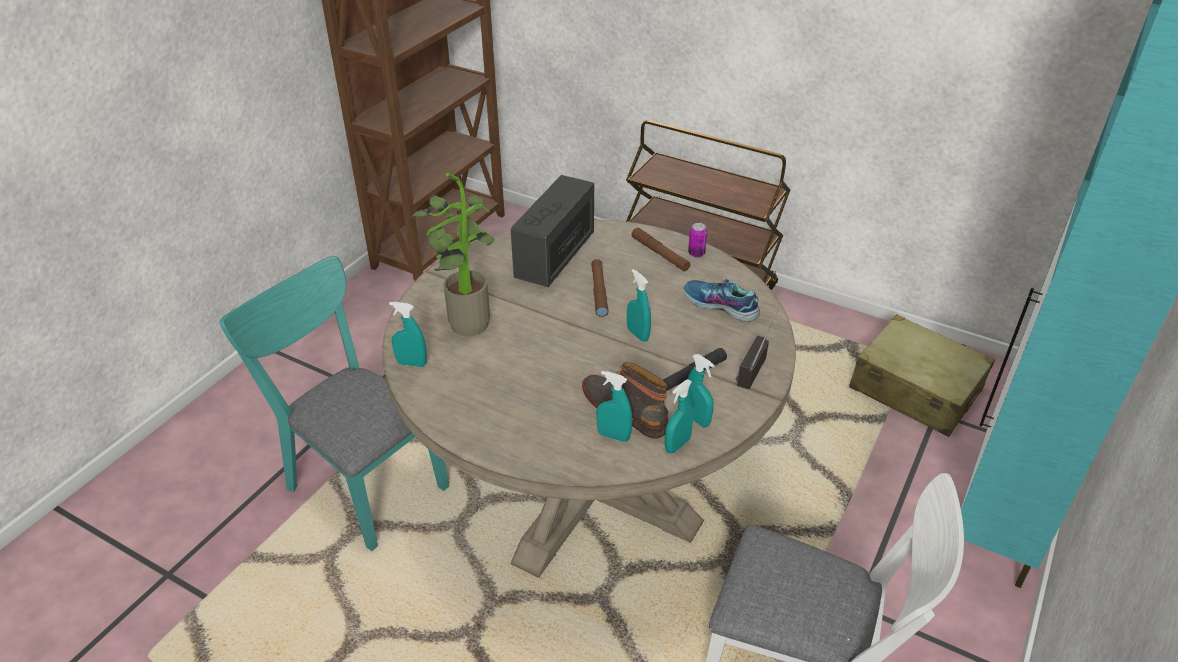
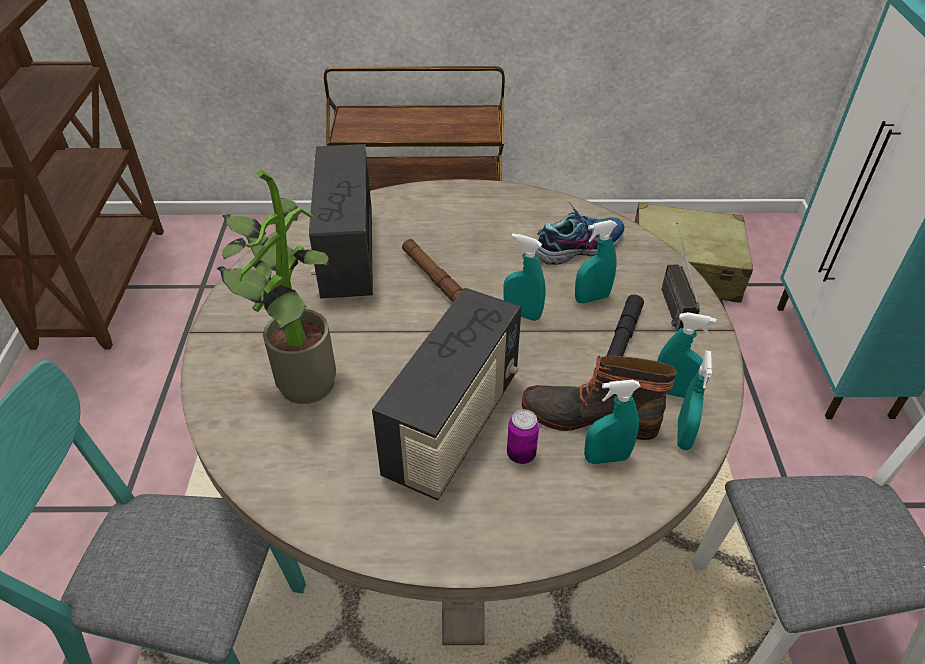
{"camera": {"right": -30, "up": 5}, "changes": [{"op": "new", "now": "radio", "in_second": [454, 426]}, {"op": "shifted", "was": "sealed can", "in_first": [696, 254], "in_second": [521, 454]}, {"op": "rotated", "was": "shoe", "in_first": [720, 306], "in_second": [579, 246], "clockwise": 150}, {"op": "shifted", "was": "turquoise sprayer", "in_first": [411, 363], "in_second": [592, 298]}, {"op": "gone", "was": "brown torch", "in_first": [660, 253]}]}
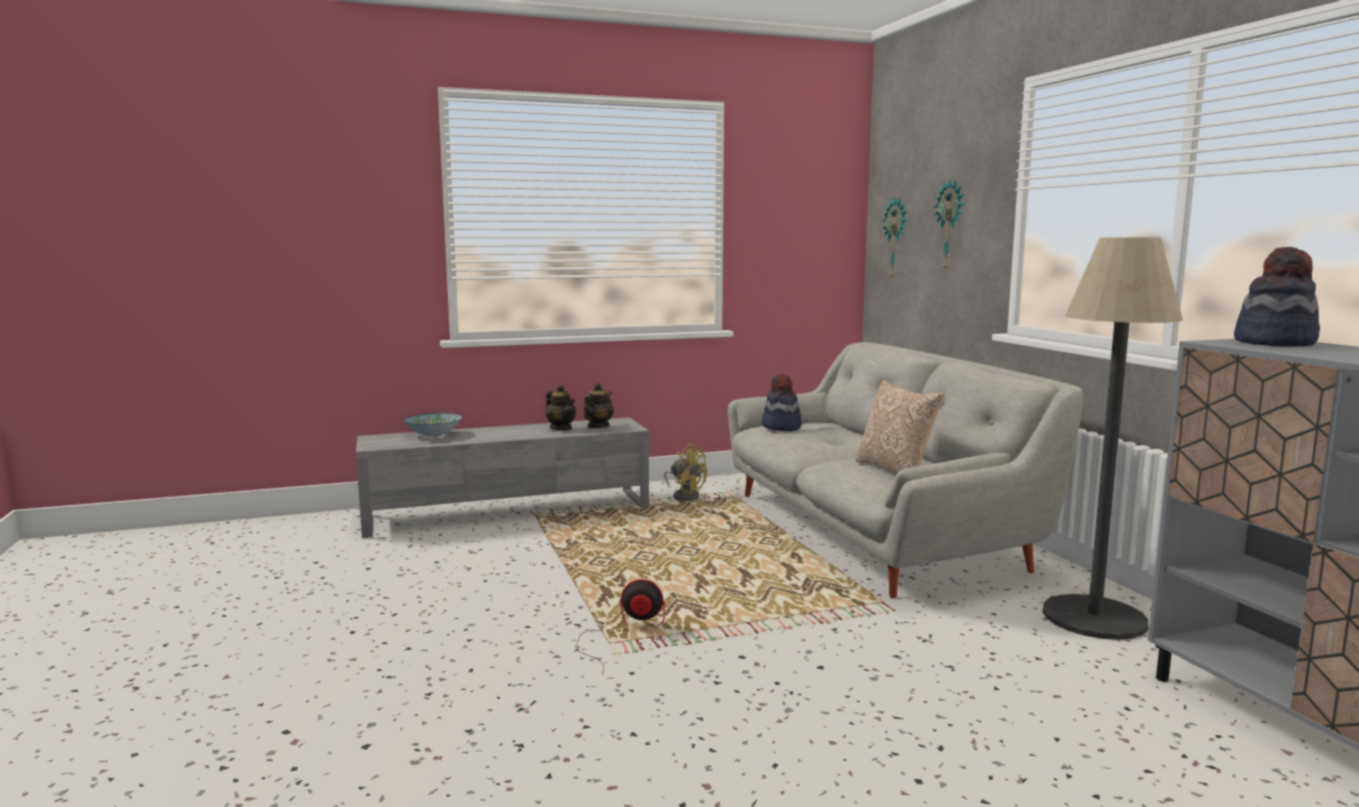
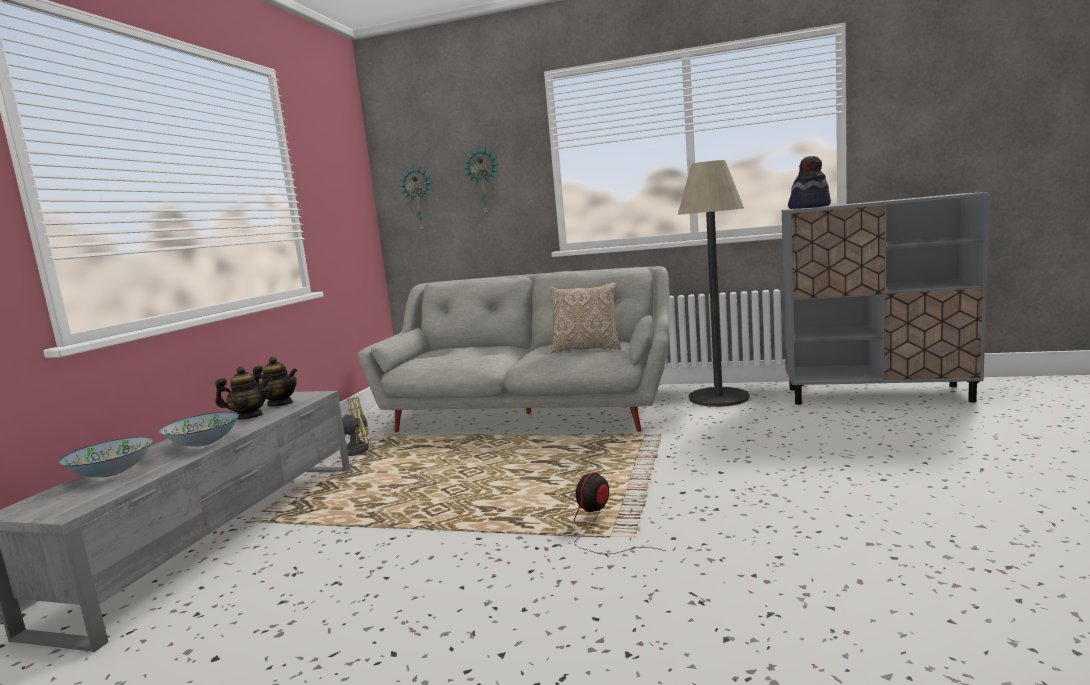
{"camera": {"right": -55, "up": 0}, "changes": [{"op": "new", "now": "bowl", "in_second": [204, 443]}, {"op": "rotated", "was": "tea pot", "in_first": [598, 426], "in_second": [280, 404], "clockwise": 135}, {"op": "gone", "was": "clothing hat", "in_first": [781, 427]}]}
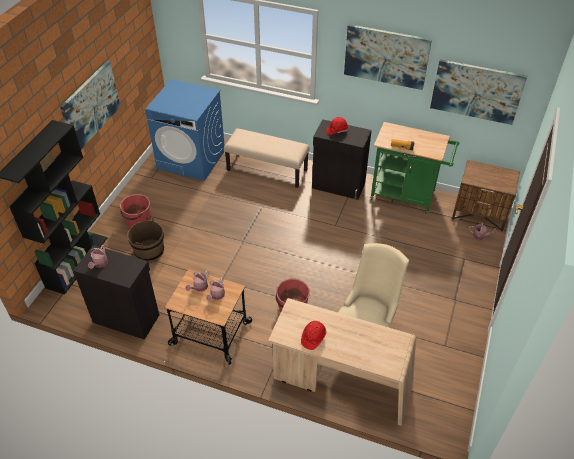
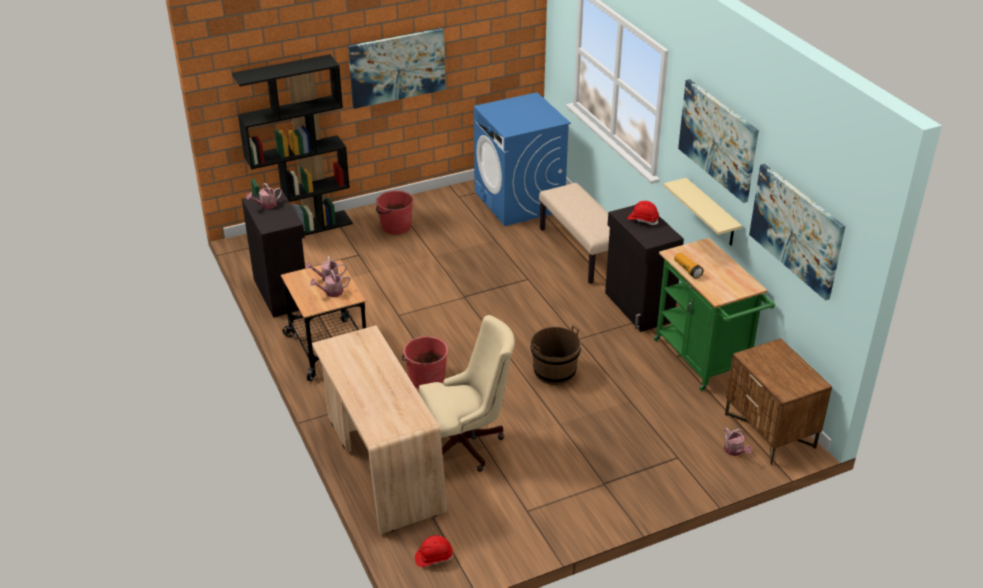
{"camera": {"right": 45, "up": -10}, "changes": [{"op": "shifted", "was": "red-coloured safety helmet", "in_first": [313, 338], "in_second": [433, 557]}, {"op": "shifted", "was": "brown water bucket", "in_first": [149, 251], "in_second": [554, 371]}, {"op": "new", "now": "beige-coloured bracket shelf", "in_second": [711, 213]}]}
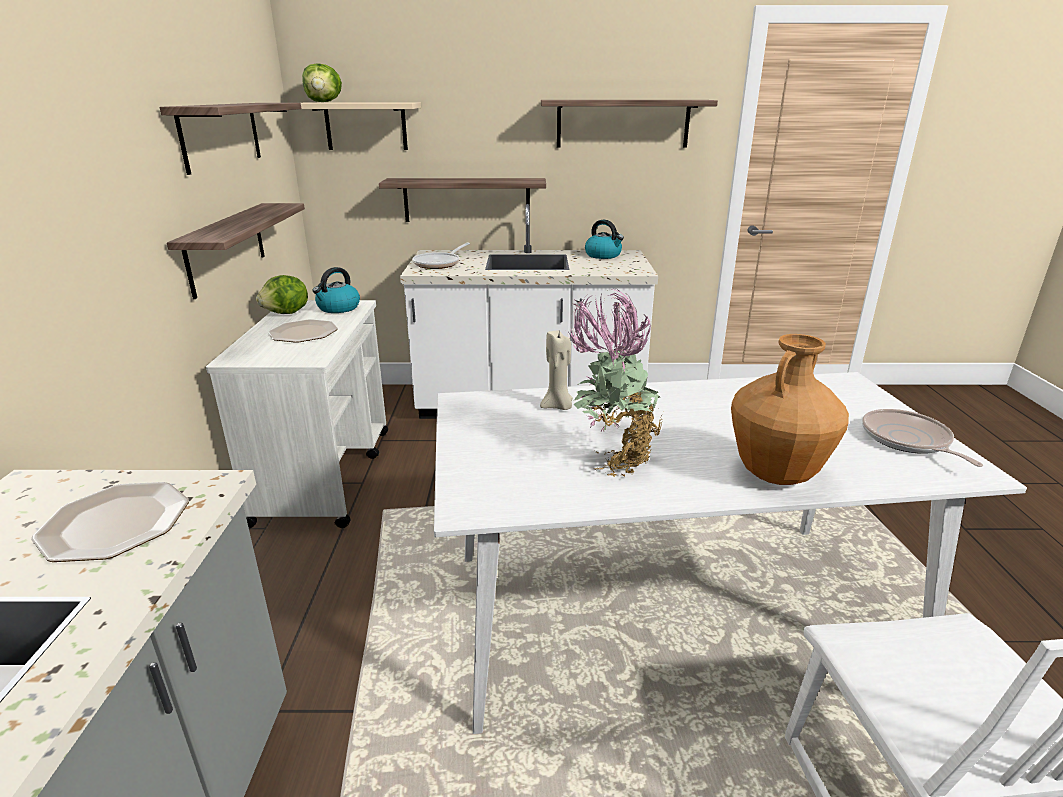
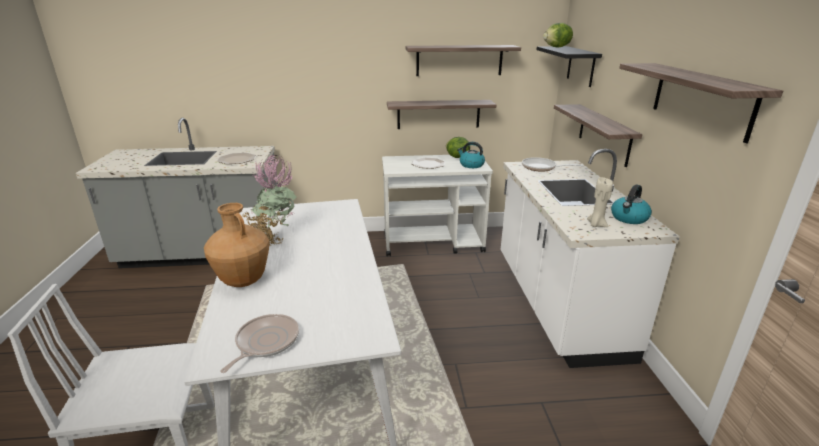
{"camera": {"right": 85, "up": 0}, "changes": [{"op": "rotated", "was": "pan", "in_first": [908, 440], "in_second": [265, 342], "clockwise": -45}, {"op": "repainted", "was": "beige-coloured bracket shelf", "now": "black bracket shelf", "in_first": [366, 126], "in_second": [581, 66]}, {"op": "shifted", "was": "beige-coloured wax candle", "in_first": [558, 406], "in_second": [596, 225]}]}
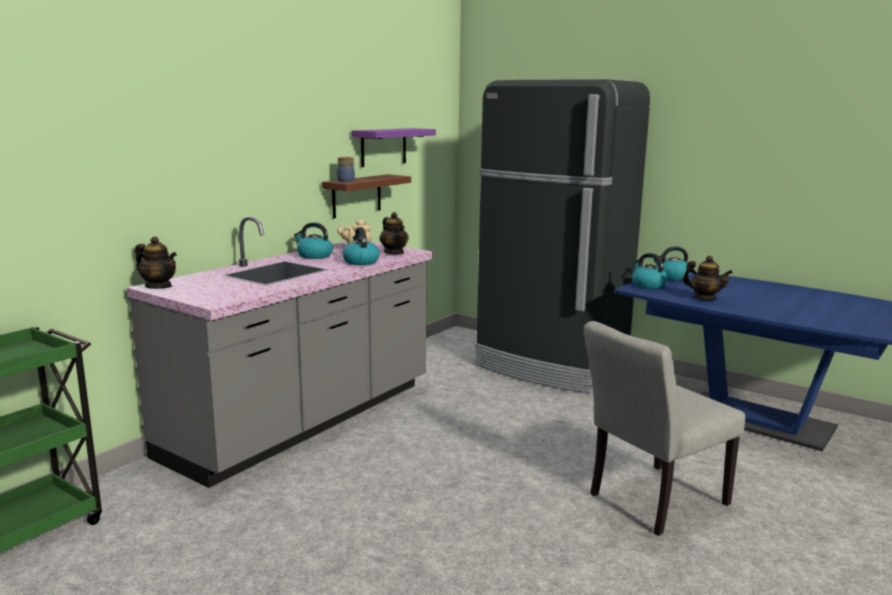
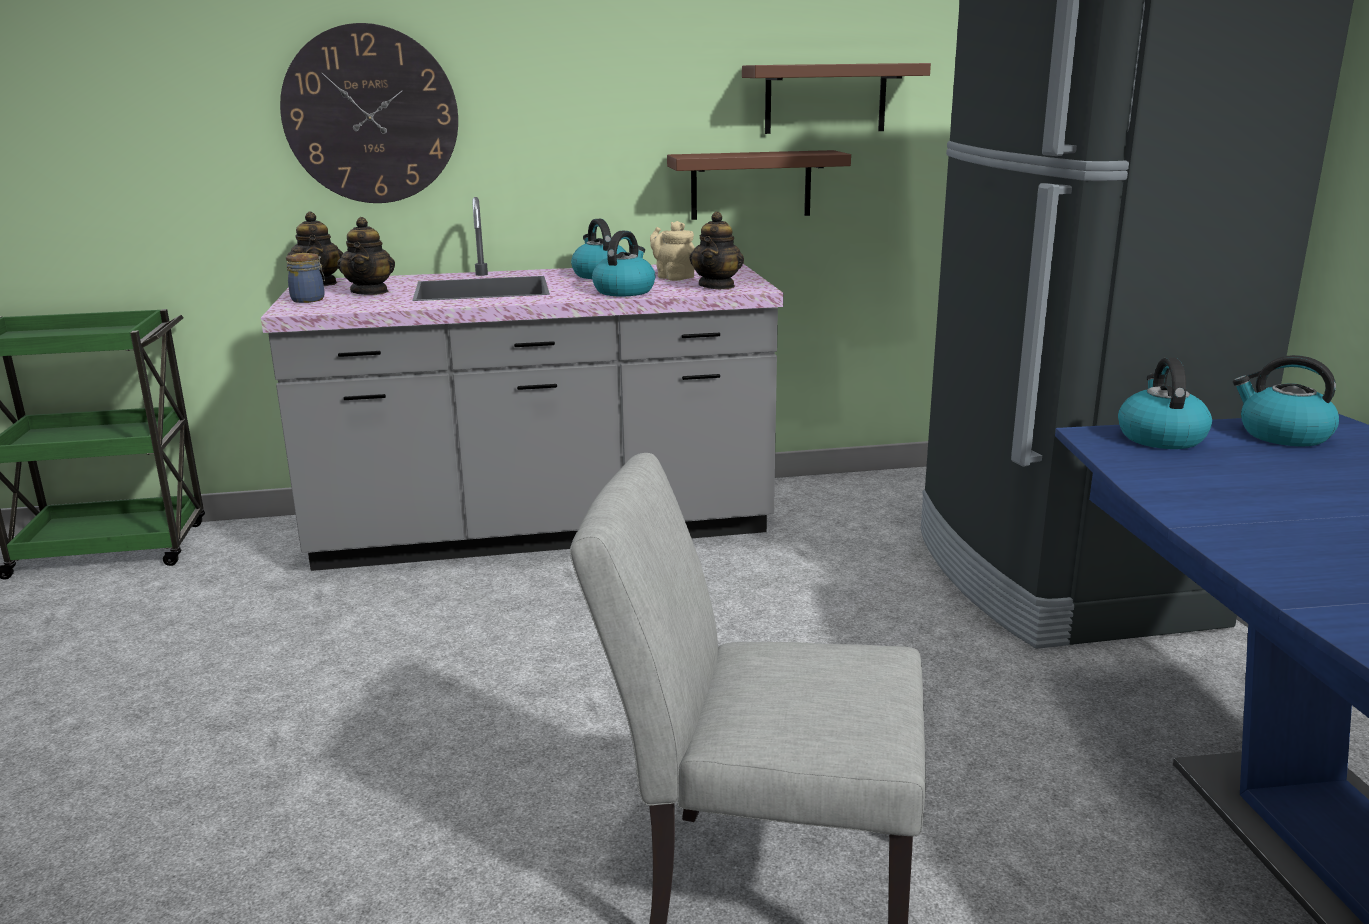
{"camera": {"right": 45, "up": 5}, "changes": [{"op": "new", "now": "clock on the wall", "in_second": [371, 115]}, {"op": "shifted", "was": "preserve jar", "in_first": [346, 181], "in_second": [309, 299]}, {"op": "shifted", "was": "tea pot", "in_first": [704, 298], "in_second": [370, 292]}, {"op": "repainted", "was": "purple-coloured bracket shelf", "now": "brown bracket shelf", "in_first": [383, 147], "in_second": [825, 98]}]}
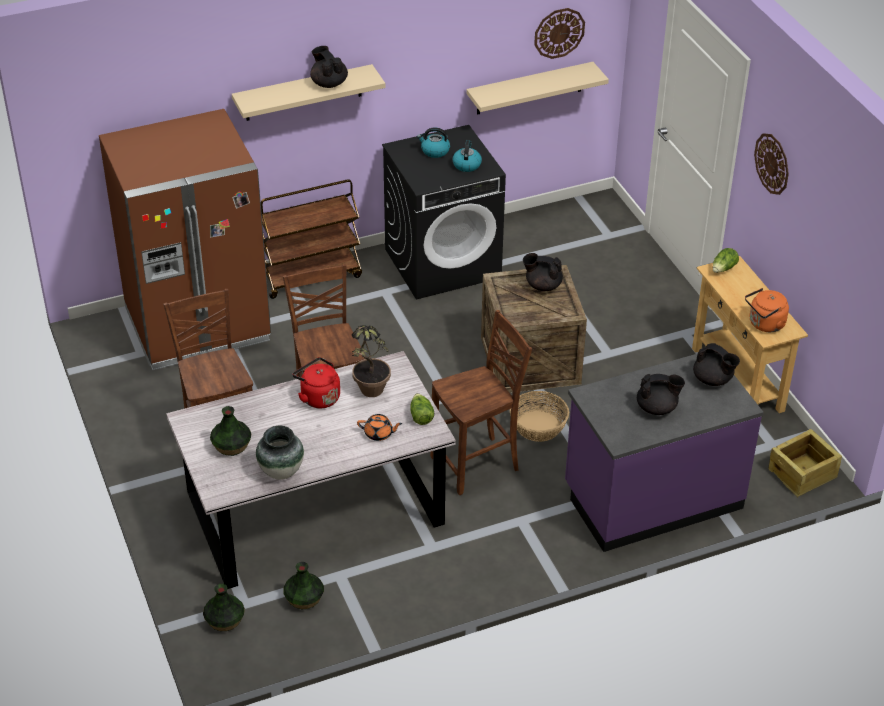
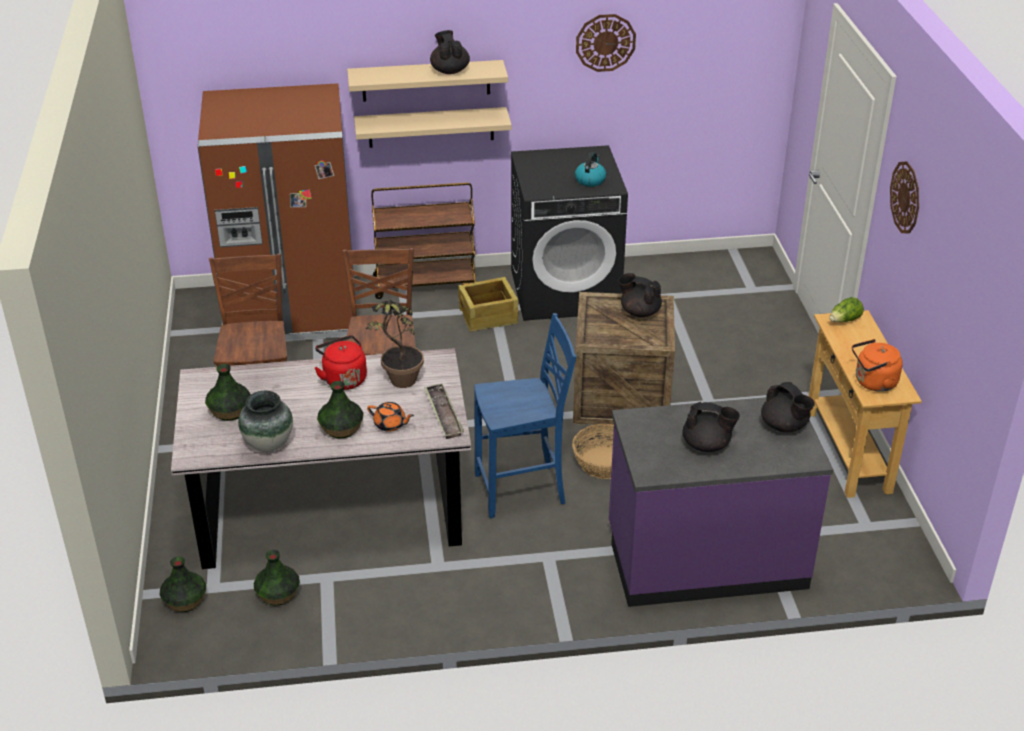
{"camera": {"right": 15, "up": -5}, "changes": [{"op": "new", "now": "decorative vase", "in_second": [341, 429]}, {"op": "shifted", "was": "beige-coloured bracket shelf", "in_first": [529, 88], "in_second": [431, 127]}, {"op": "swapped", "was": "lettuce head", "now": "tray", "in_first": [420, 416], "in_second": [443, 414]}, {"op": "shifted", "was": "packing crate", "in_first": [803, 473], "in_second": [488, 316]}, {"op": "repainted", "was": "brown plain chair", "now": "bluish plain chair", "in_first": [477, 464], "in_second": [522, 490]}, {"op": "shifted", "was": "clock on the wall", "in_first": [559, 33], "in_second": [605, 42]}, {"op": "gone", "was": "water kettle", "in_first": [434, 151]}]}
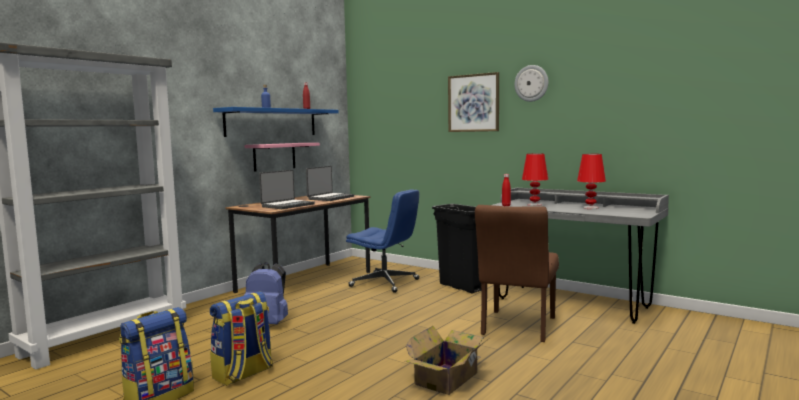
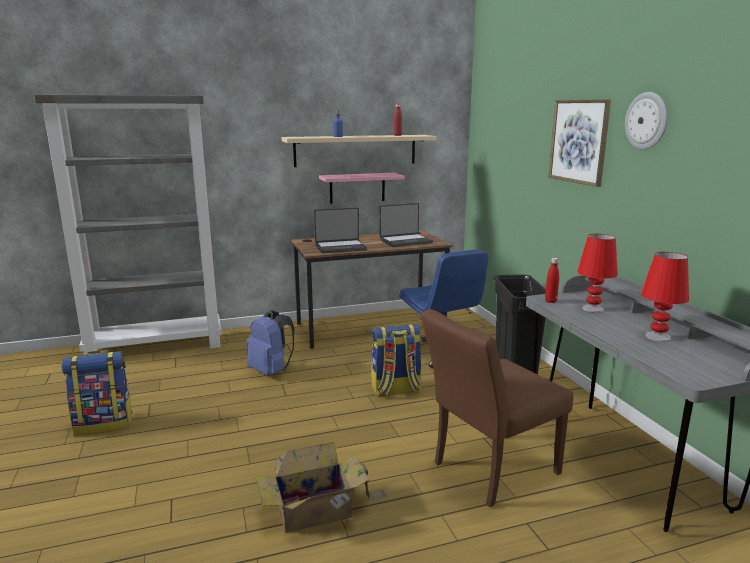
{"camera": {"right": 35, "up": 10}, "changes": [{"op": "repainted", "was": "bluish bracket shelf", "now": "beige-coloured bracket shelf", "in_first": [272, 122], "in_second": [355, 150]}, {"op": "shifted", "was": "rucksack", "in_first": [243, 374], "in_second": [395, 389]}]}
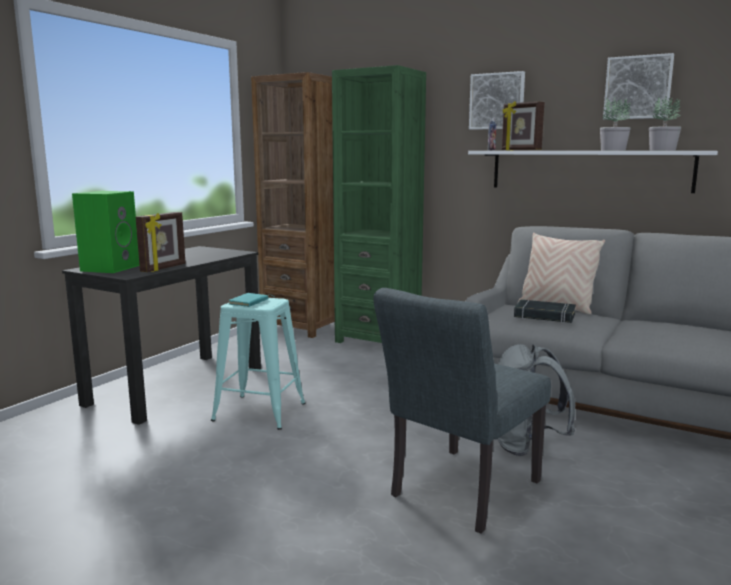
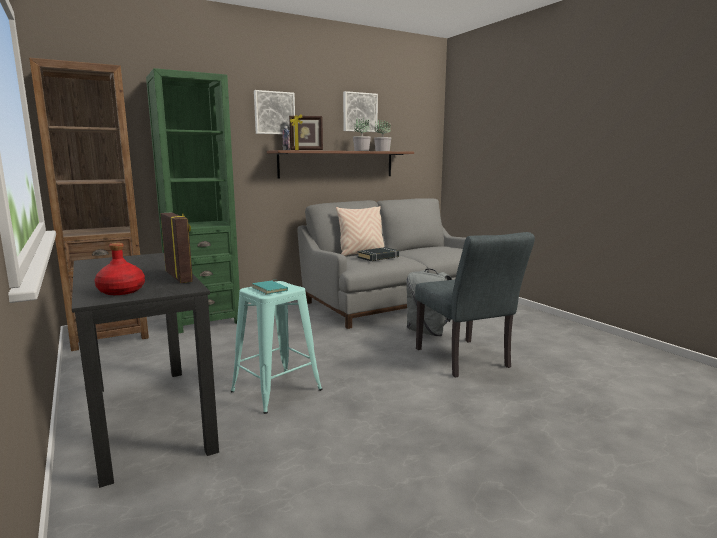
{"camera": {"right": -60, "up": 0}, "changes": [{"op": "swapped", "was": "green-coloured audio speaker", "now": "red-coloured drink bottle", "in_first": [110, 268], "in_second": [121, 291]}, {"op": "repainted", "was": "whitish bracket shelf", "now": "brown bracket shelf", "in_first": [588, 170], "in_second": [337, 164]}]}
